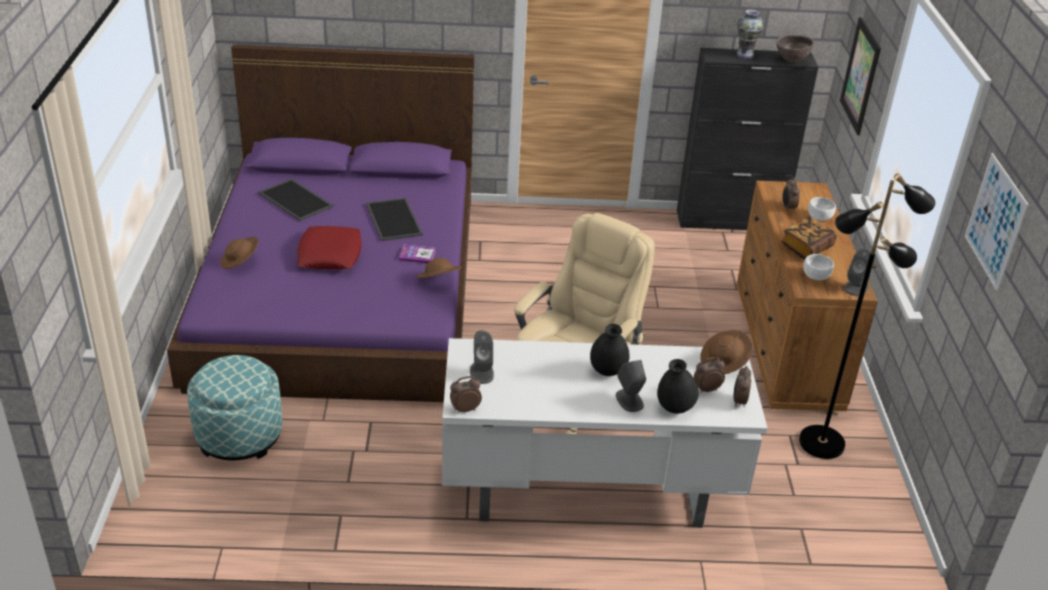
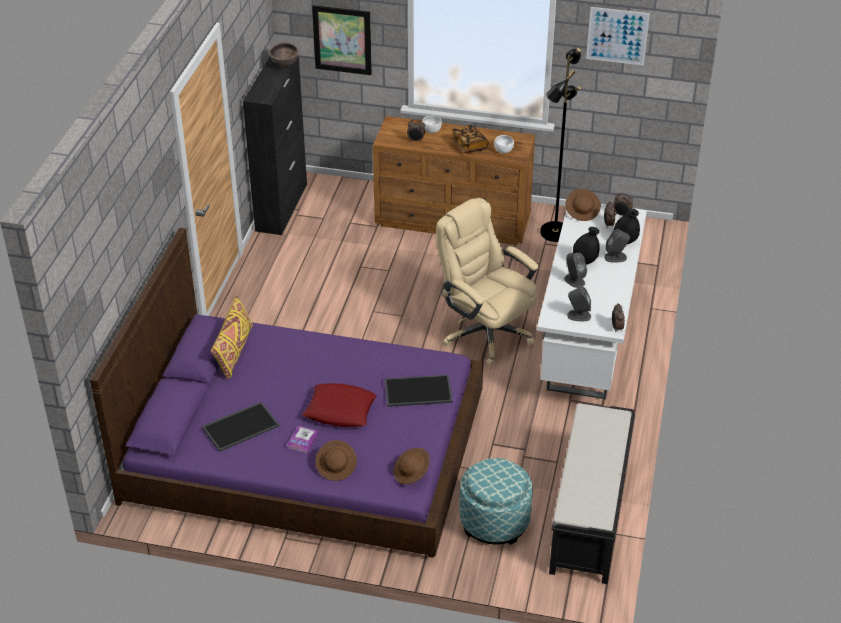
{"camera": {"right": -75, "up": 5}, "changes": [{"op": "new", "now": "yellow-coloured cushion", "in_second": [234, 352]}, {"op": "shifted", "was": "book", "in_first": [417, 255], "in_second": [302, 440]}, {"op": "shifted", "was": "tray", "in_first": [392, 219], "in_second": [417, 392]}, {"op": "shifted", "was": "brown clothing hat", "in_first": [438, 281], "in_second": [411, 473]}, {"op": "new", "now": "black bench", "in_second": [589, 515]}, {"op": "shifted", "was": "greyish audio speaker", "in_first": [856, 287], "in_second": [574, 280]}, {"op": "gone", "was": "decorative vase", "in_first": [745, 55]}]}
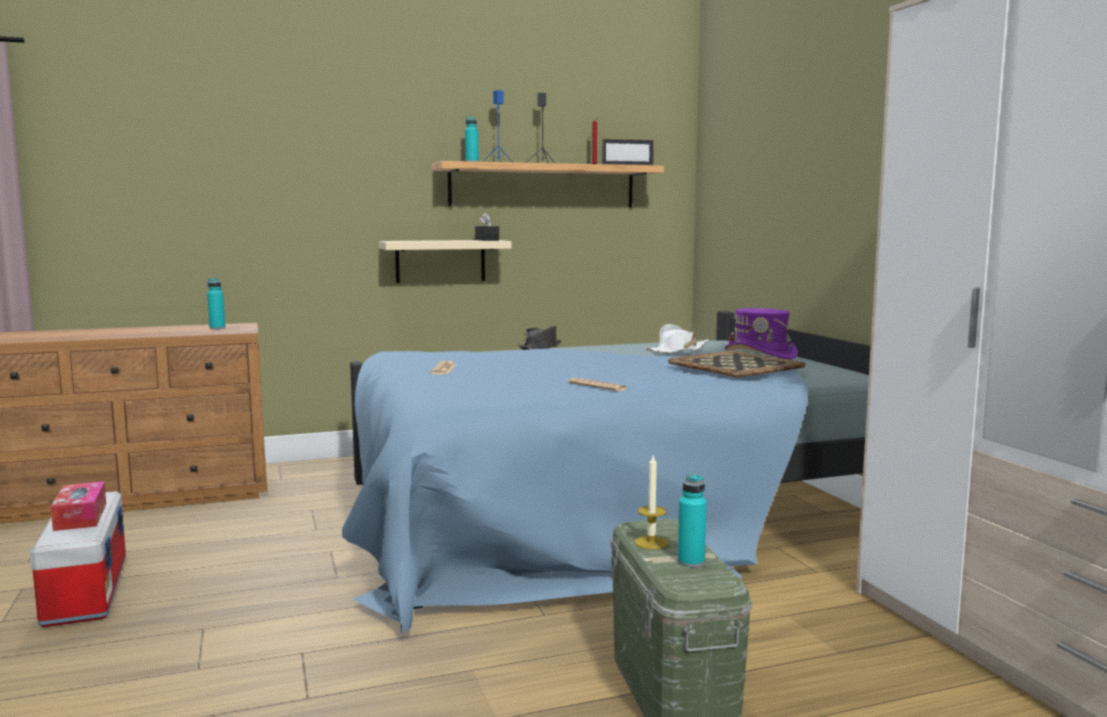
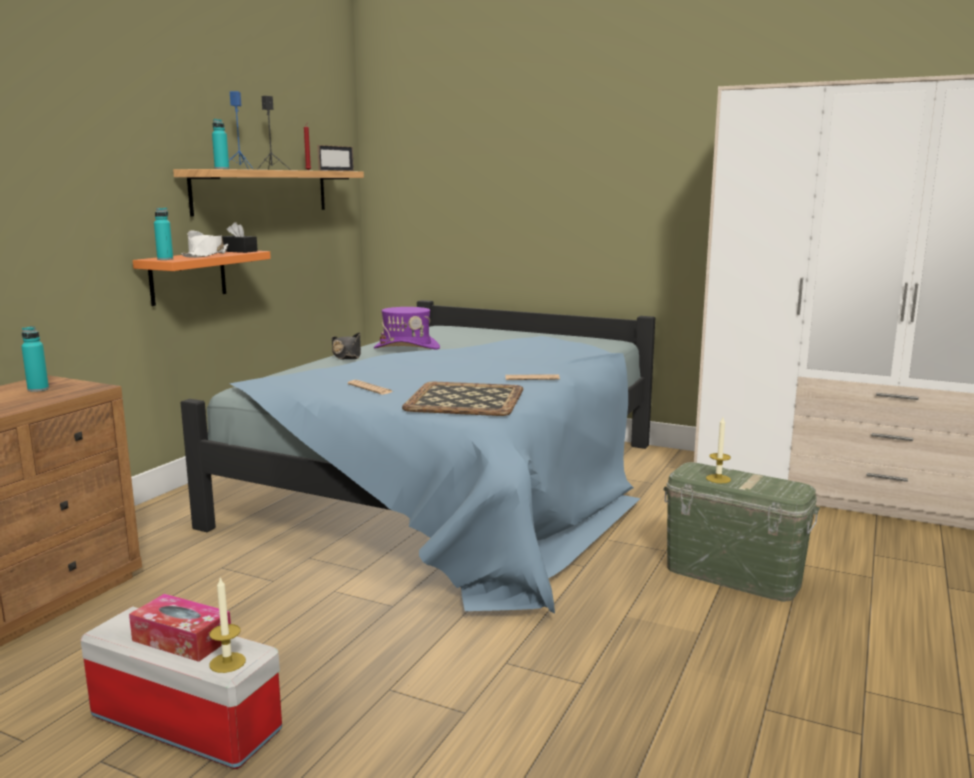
{"camera": {"right": -45, "up": 5}, "changes": [{"op": "repainted", "was": "beige-coloured bracket shelf", "now": "orange bracket shelf", "in_first": [440, 261], "in_second": [188, 277]}, {"op": "shifted", "was": "turquoise drink bottle", "in_first": [691, 562], "in_second": [165, 259]}, {"op": "shifted", "was": "whitish clothing hat", "in_first": [676, 350], "in_second": [206, 255]}, {"op": "new", "now": "wax candle", "in_second": [227, 662]}, {"op": "shifted", "was": "purple-coloured clothing hat", "in_first": [760, 354], "in_second": [407, 348]}, {"op": "shifted", "was": "tray", "in_first": [735, 365], "in_second": [466, 400]}]}
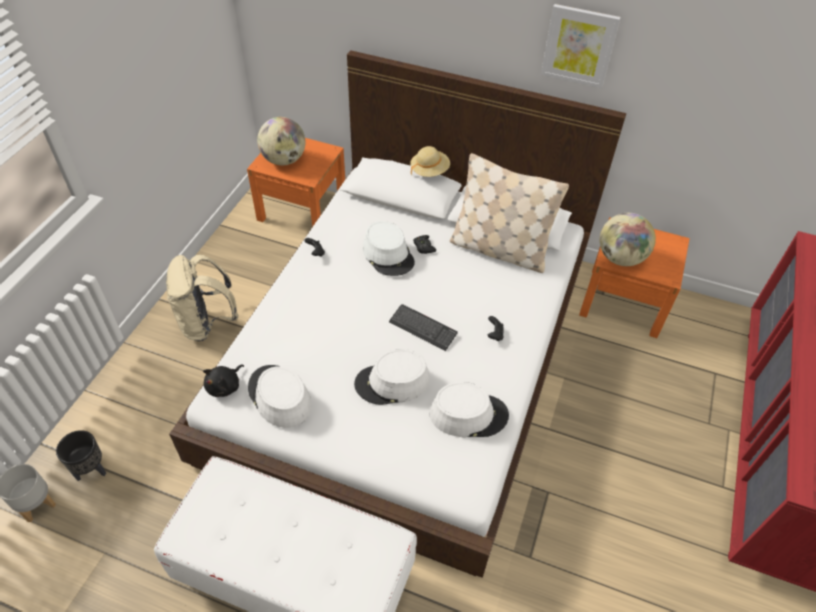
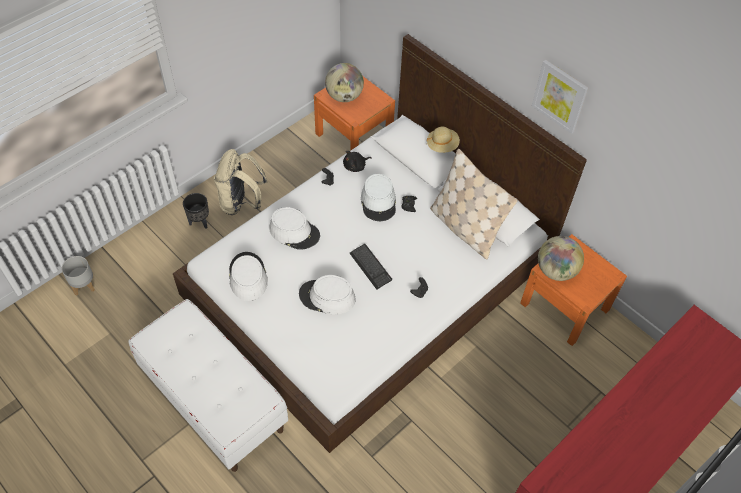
{"camera": {"right": 25, "up": 5}, "changes": [{"op": "shifted", "was": "black flower pot", "in_first": [92, 469], "in_second": [200, 222]}, {"op": "shifted", "was": "whitish clothing hat", "in_first": [468, 414], "in_second": [294, 232]}, {"op": "shifted", "was": "black cuddly toy", "in_first": [225, 386], "in_second": [355, 166]}]}
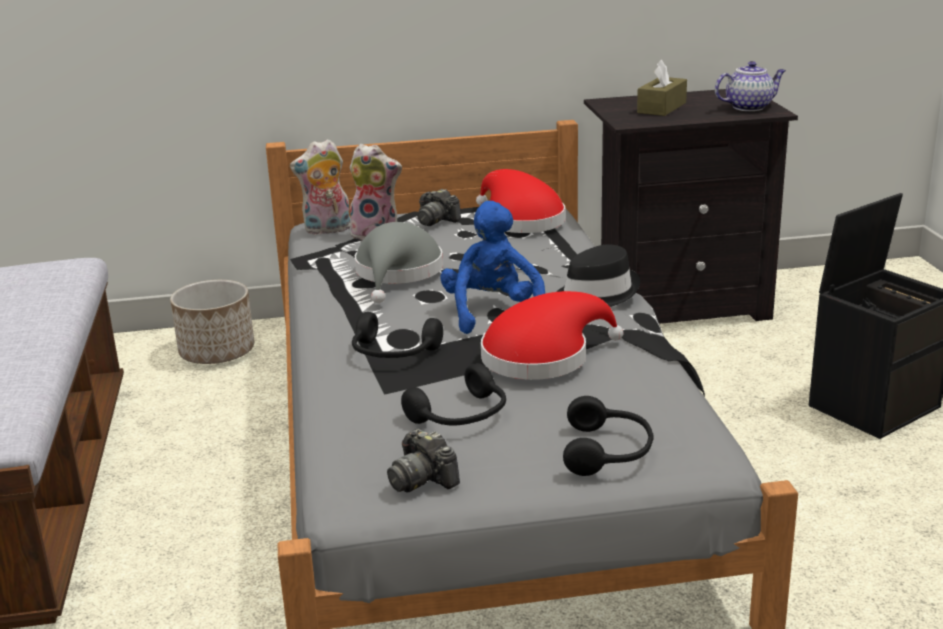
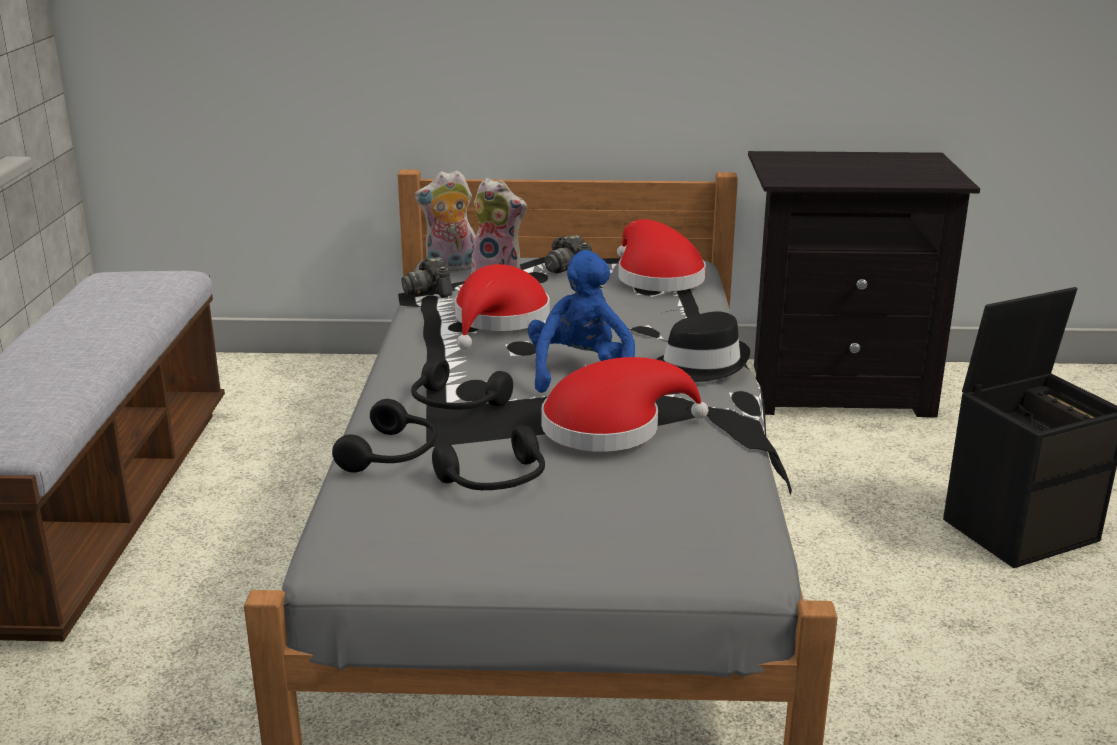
{"camera": {"right": 10, "up": 0}, "changes": [{"op": "shifted", "was": "black headphones", "in_first": [608, 452], "in_second": [393, 455]}, {"op": "shifted", "was": "still camera", "in_first": [422, 479], "in_second": [428, 291]}, {"op": "repainted", "was": "greyish clothing hat", "now": "red-coloured clothing hat", "in_first": [397, 274], "in_second": [498, 320]}, {"op": "gone", "was": "flower pot", "in_first": [217, 352]}, {"op": "gone", "was": "brown tissue holder", "in_first": [661, 108]}, {"op": "gone", "was": "tea pot", "in_first": [749, 107]}]}
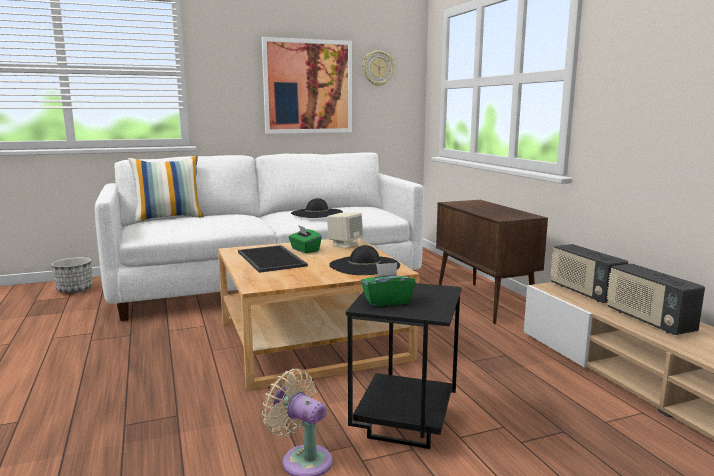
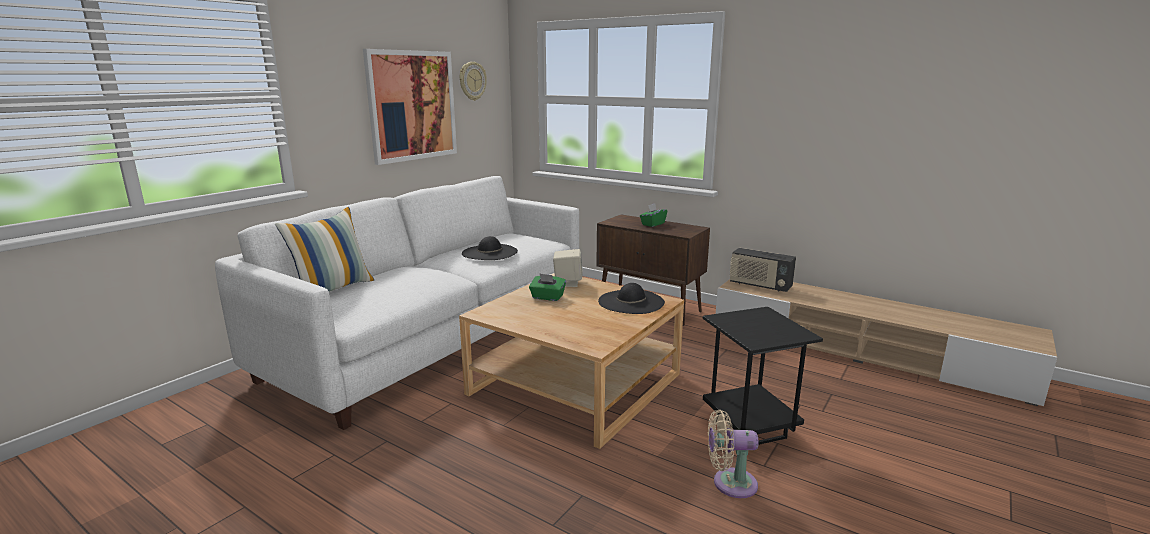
{"camera": {"right": -35, "up": 5}, "changes": [{"op": "shifted", "was": "green-coloured tissue holder", "in_first": [387, 301], "in_second": [652, 224]}, {"op": "gone", "was": "flower pot", "in_first": [75, 290]}, {"op": "gone", "was": "tray", "in_first": [272, 259]}, {"op": "gone", "was": "radio", "in_first": [648, 321]}]}
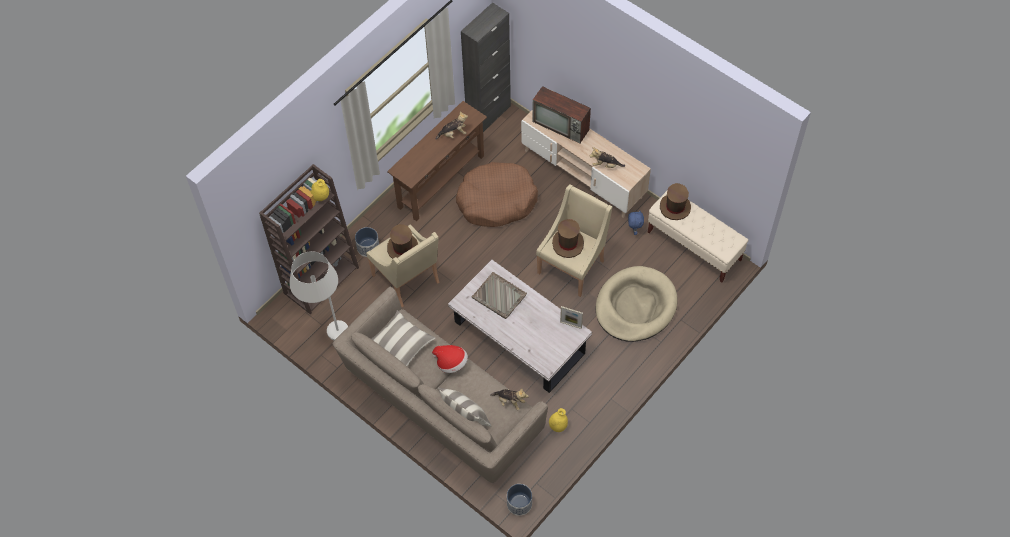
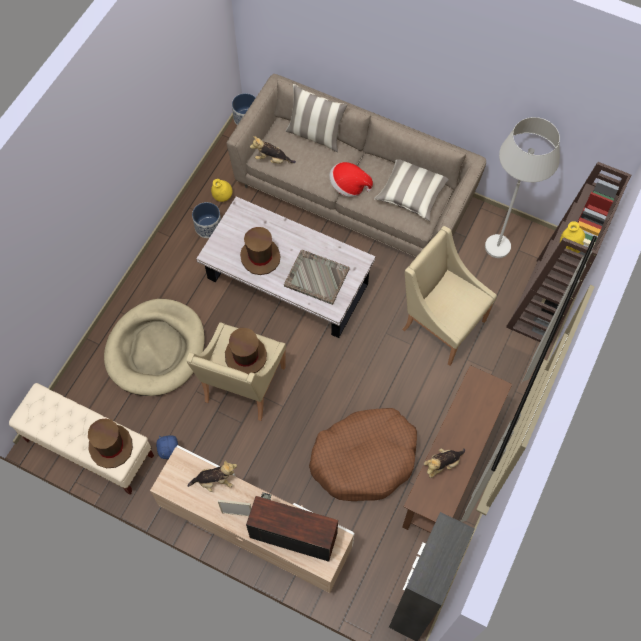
{"camera": {"right": 165, "up": 5}, "changes": [{"op": "shifted", "was": "flower pot", "in_first": [368, 247], "in_second": [208, 227]}, {"op": "shifted", "was": "picture frame", "in_first": [571, 325], "in_second": [237, 513]}, {"op": "shifted", "was": "brown clothing hat", "in_first": [402, 248], "in_second": [260, 257]}]}
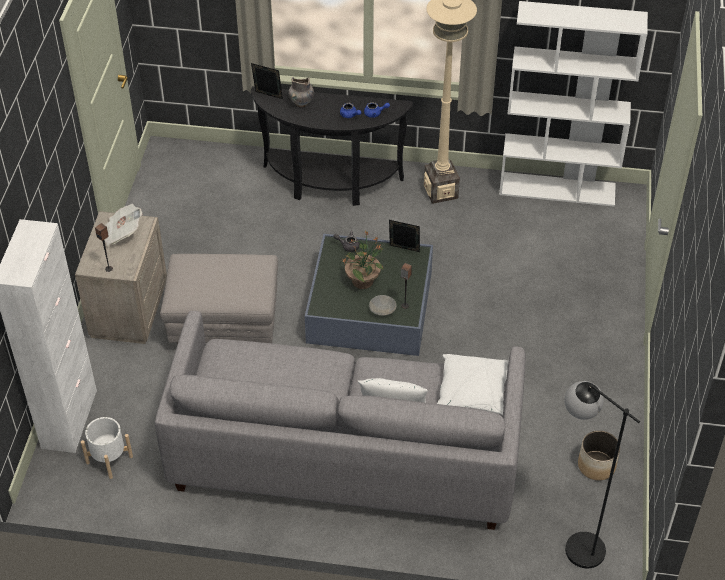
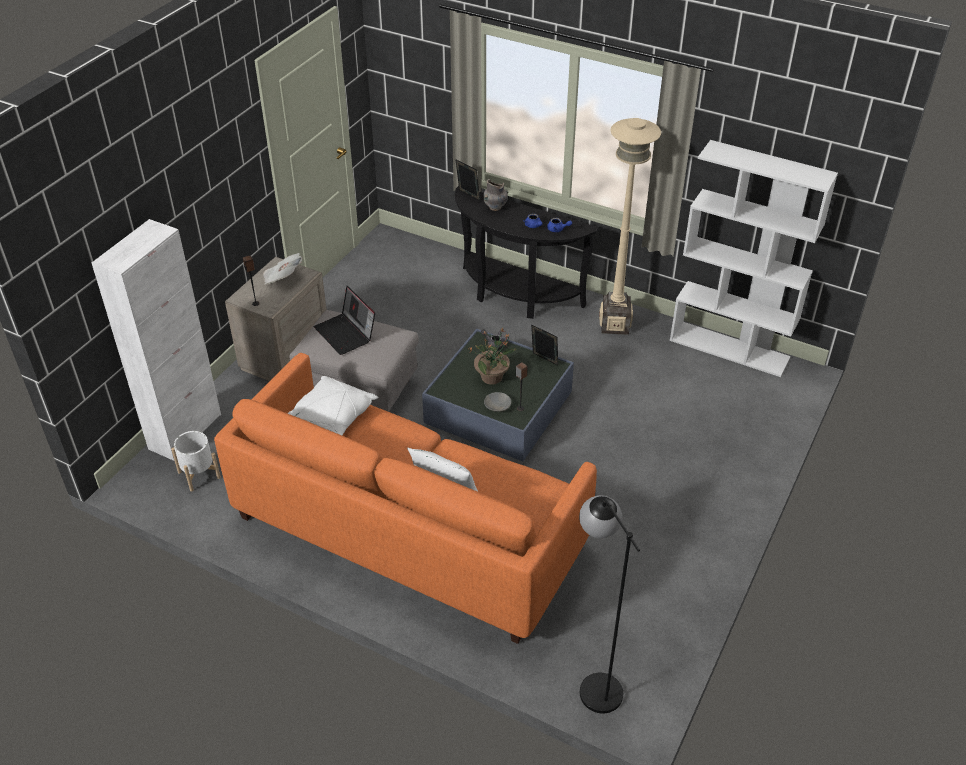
{"camera": {"right": 20, "up": -5}, "changes": [{"op": "repainted", "was": "greyish settee", "now": "orange settee", "in_first": [344, 455], "in_second": [408, 531]}, {"op": "shifted", "was": "whitish cushion", "in_first": [473, 392], "in_second": [333, 415]}, {"op": "new", "now": "notebook computer", "in_second": [346, 334]}, {"op": "gone", "was": "flower pot", "in_first": [596, 466]}]}
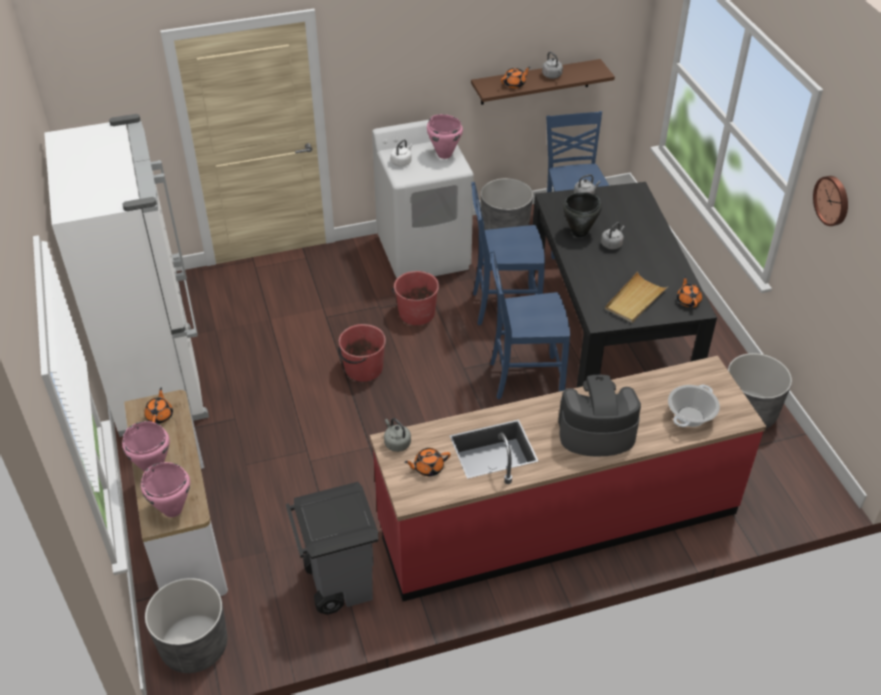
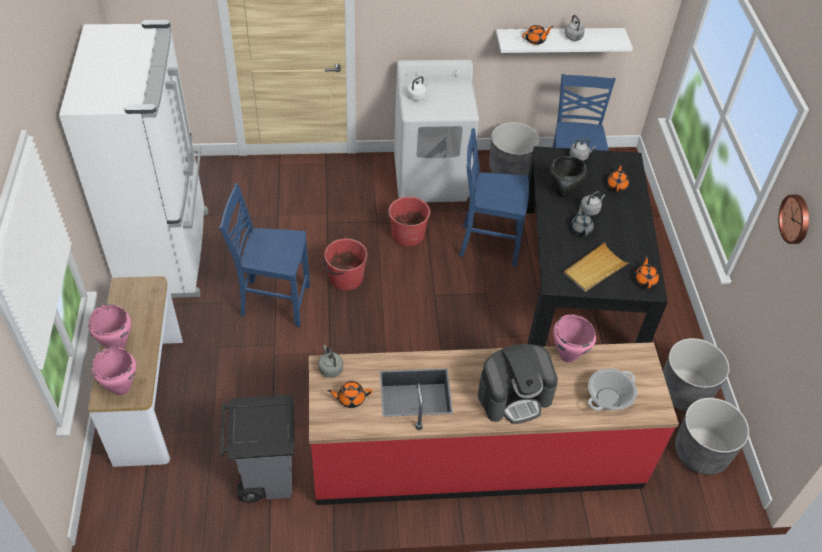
{"camera": {"right": 10, "up": 5}, "changes": [{"op": "shifted", "was": "bluish plain chair", "in_first": [524, 378], "in_second": [273, 301]}, {"op": "rotated", "was": "coffee machine", "in_first": [596, 432], "in_second": [514, 396], "clockwise": 150}, {"op": "repainted", "was": "brown bracket shelf", "now": "whitish bracket shelf", "in_first": [535, 82], "in_second": [558, 40]}, {"op": "shifted", "was": "pink-coloured stockpot", "in_first": [444, 154], "in_second": [568, 355]}, {"op": "new", "now": "greyish tea pot", "in_second": [581, 228]}, {"op": "shifted", "was": "orange tea pot", "in_first": [160, 415], "in_second": [616, 185]}, {"op": "shifted", "was": "greyish flower pot", "in_first": [194, 646], "in_second": [700, 452]}]}
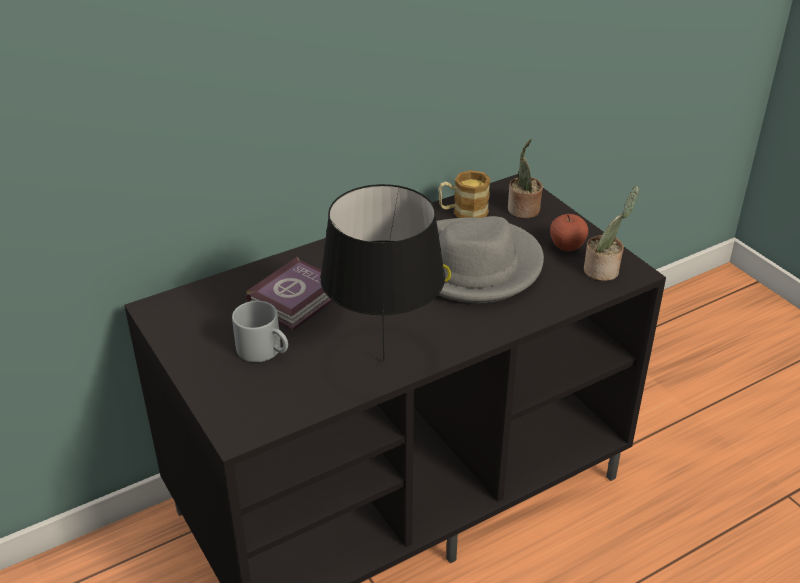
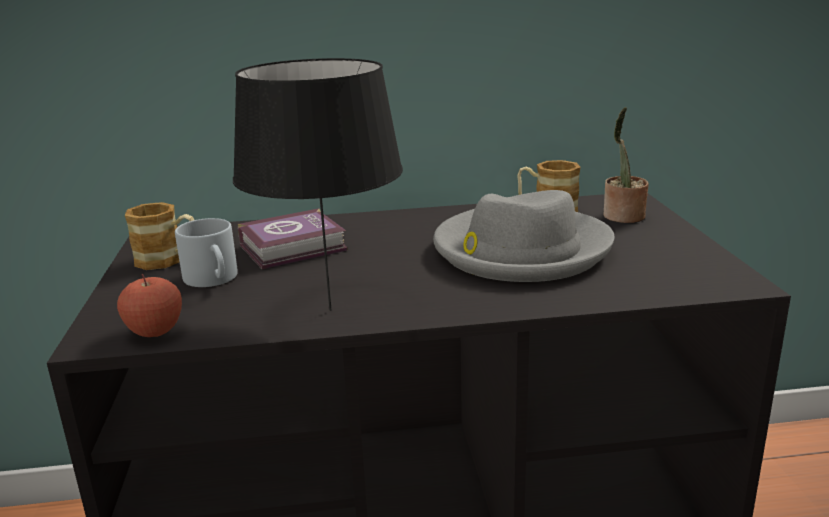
{"camera": {"right": 25, "up": -15}, "changes": [{"op": "shifted", "was": "apple fruit", "in_first": [567, 246], "in_second": [155, 331]}, {"op": "new", "now": "mug", "in_second": [168, 261]}, {"op": "gone", "was": "plant in a pot", "in_first": [604, 270]}]}
